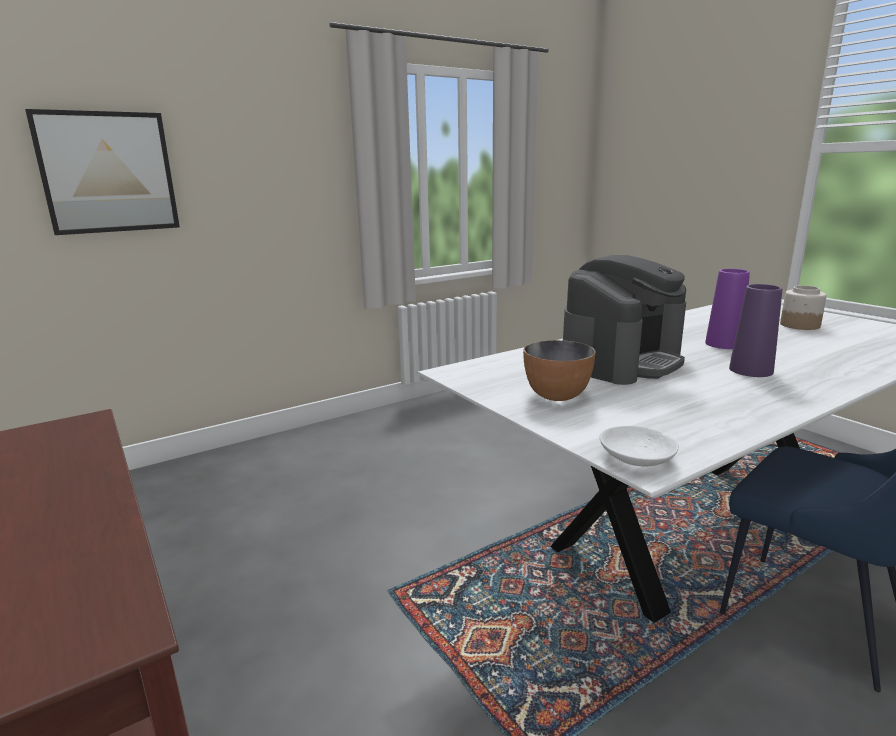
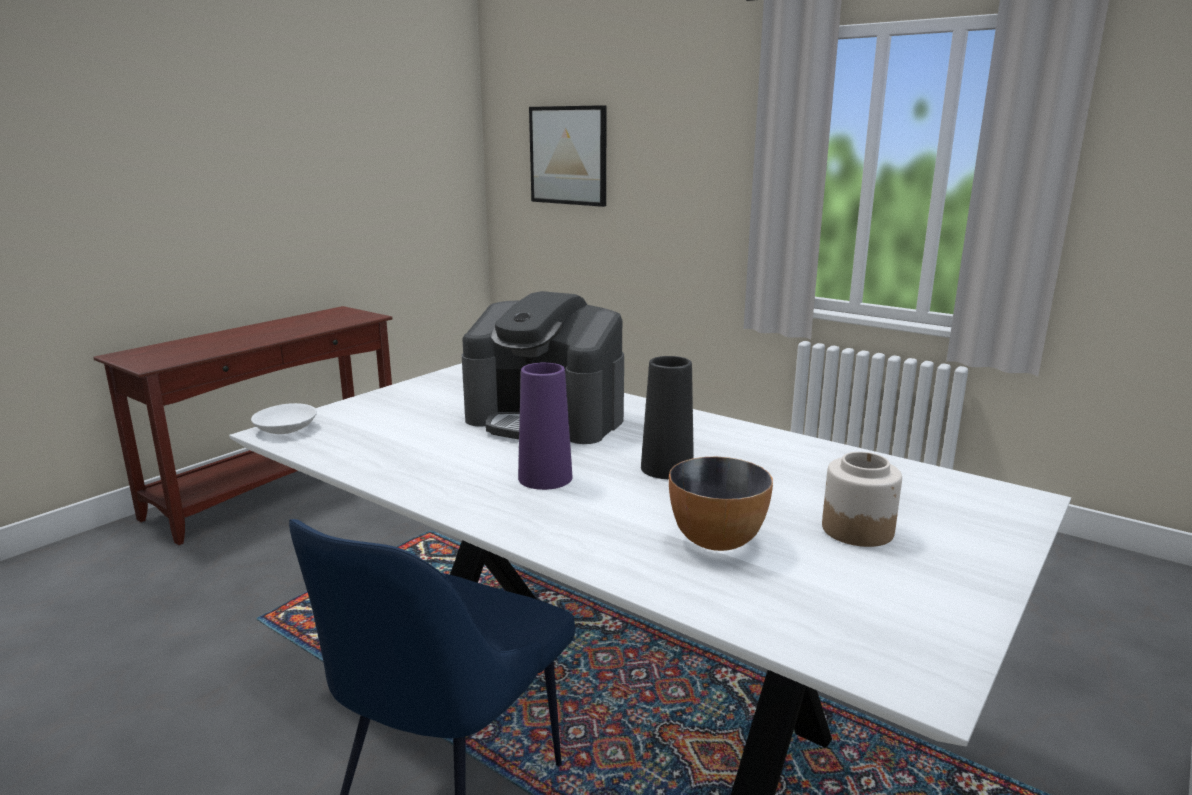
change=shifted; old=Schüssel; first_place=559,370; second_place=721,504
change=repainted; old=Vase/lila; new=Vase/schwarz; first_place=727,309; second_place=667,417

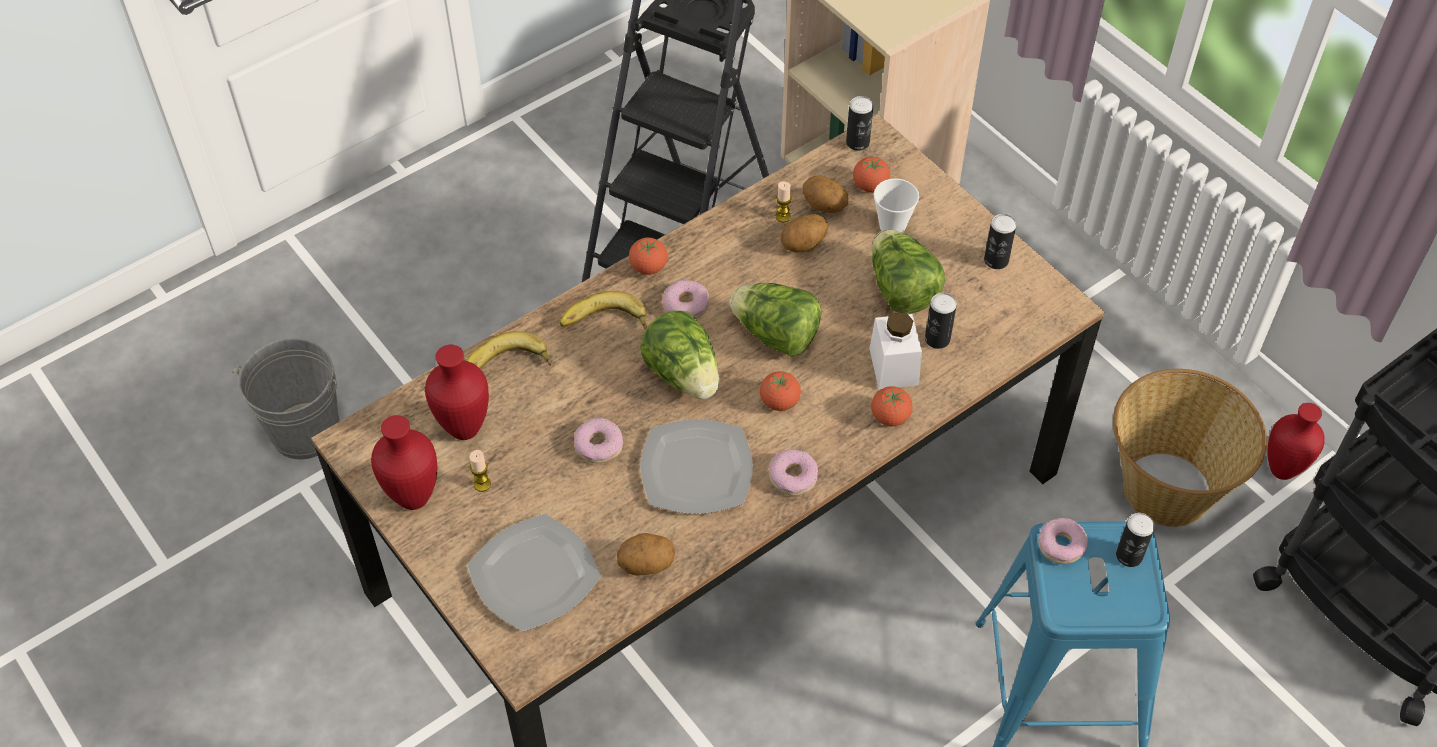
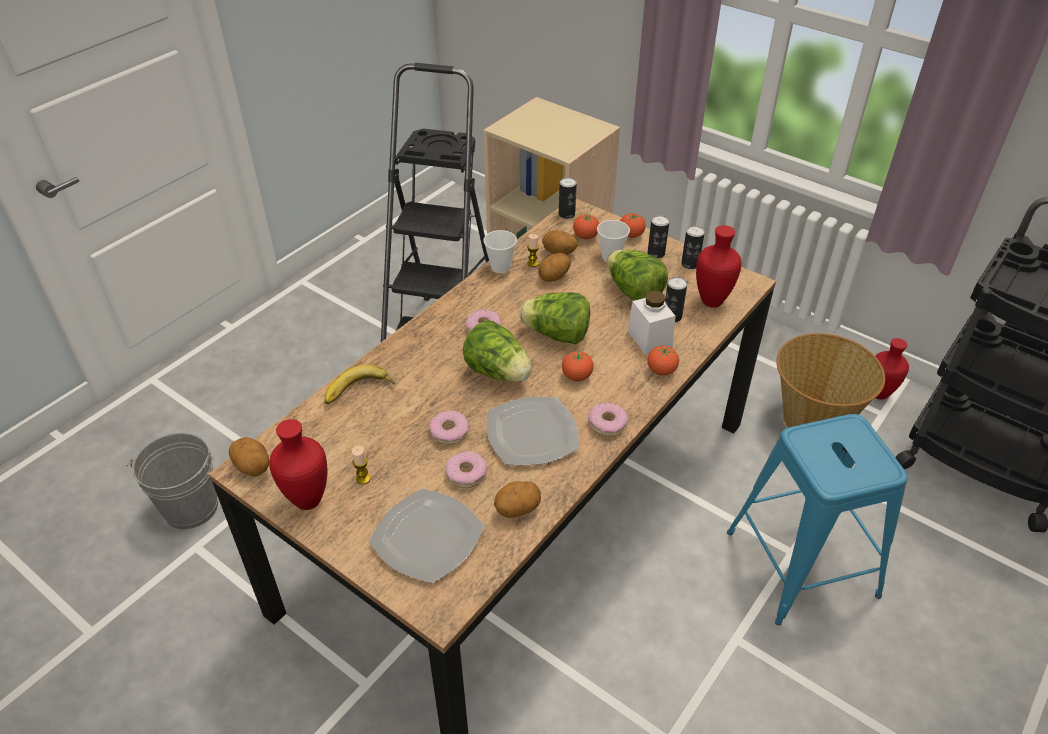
change=shifted; old=Vase/rot; first_place=457,392; second_place=719,266
change=gone; old=Banane; first_place=604,310
change=shifted; old=Tomate; first_place=648,256; second_place=633,225
change=shifted; old=Donut; first_place=1063,541; second_place=466,469
change=shifted; old=Dose; first_place=1135,540; second_place=658,236
change=new; new=Kartoffel; second_place=249,456
change=new; new=Tasse; second_place=500,251

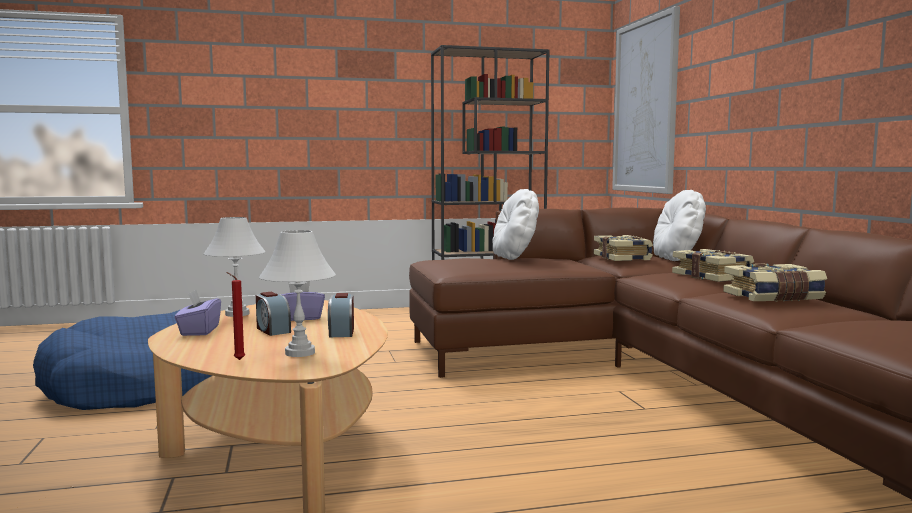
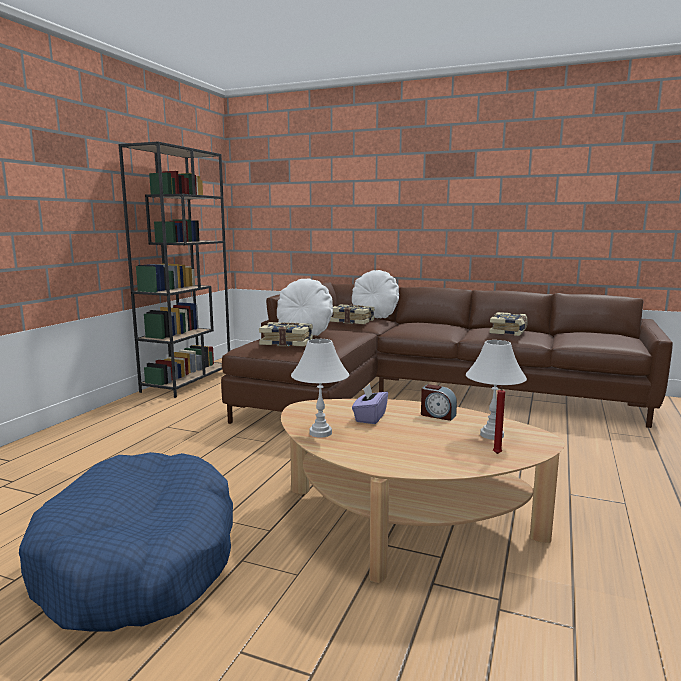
change=gone; old=Taschentuchbox/lila; first_place=197,313
change=gone; old=Wecker; first_place=273,314
change=gone; old=Bild; first_place=646,100
change=shifted; old=Buch; first_place=713,265; second_place=286,334

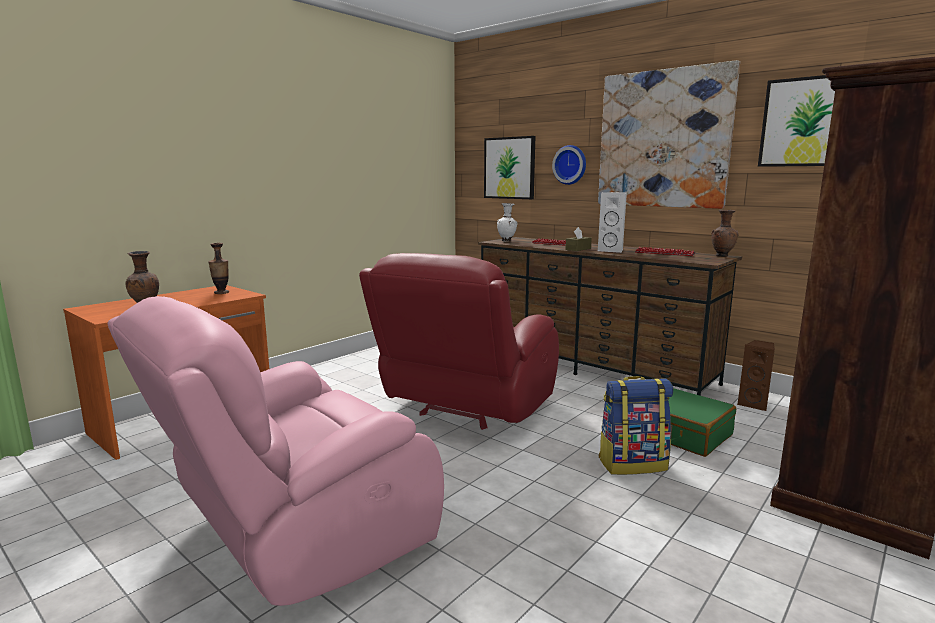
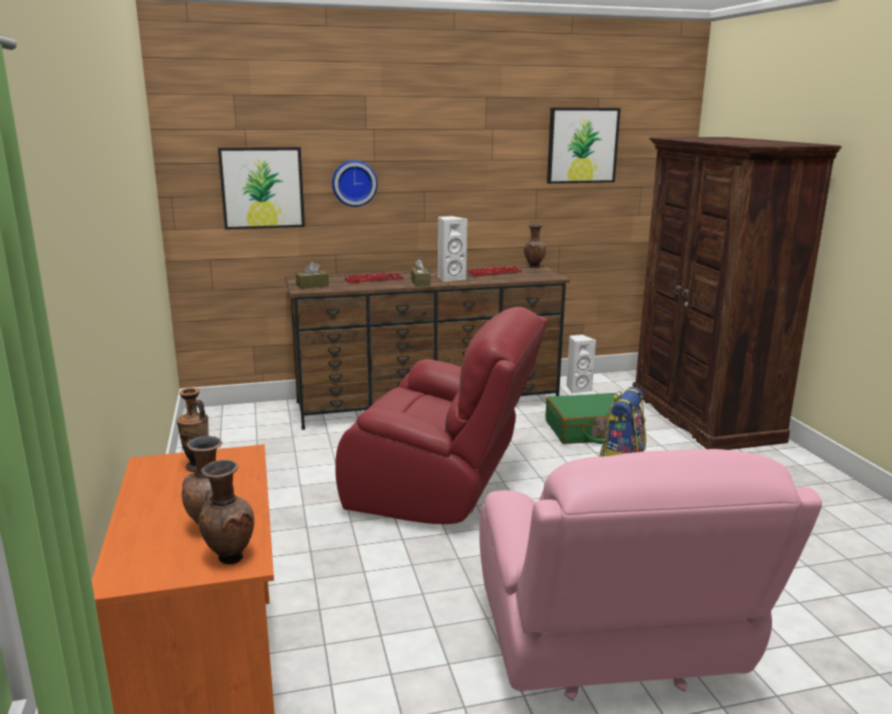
change=rotated; old=Sessel/rot; first_place=459,341; second_place=441,415; degrees=-45
change=swapped; old=Vase/weiß; new=Taschentuchbox/braun; first_place=507,222; second_place=312,275
change=gone; old=Bild; first_place=669,134
change=repainted; old=Lautsprecher/braun; new=Lautsprecher/weiß; first_place=756,375; second_place=581,364
change=new; new=Vase/braun; second_place=226,512

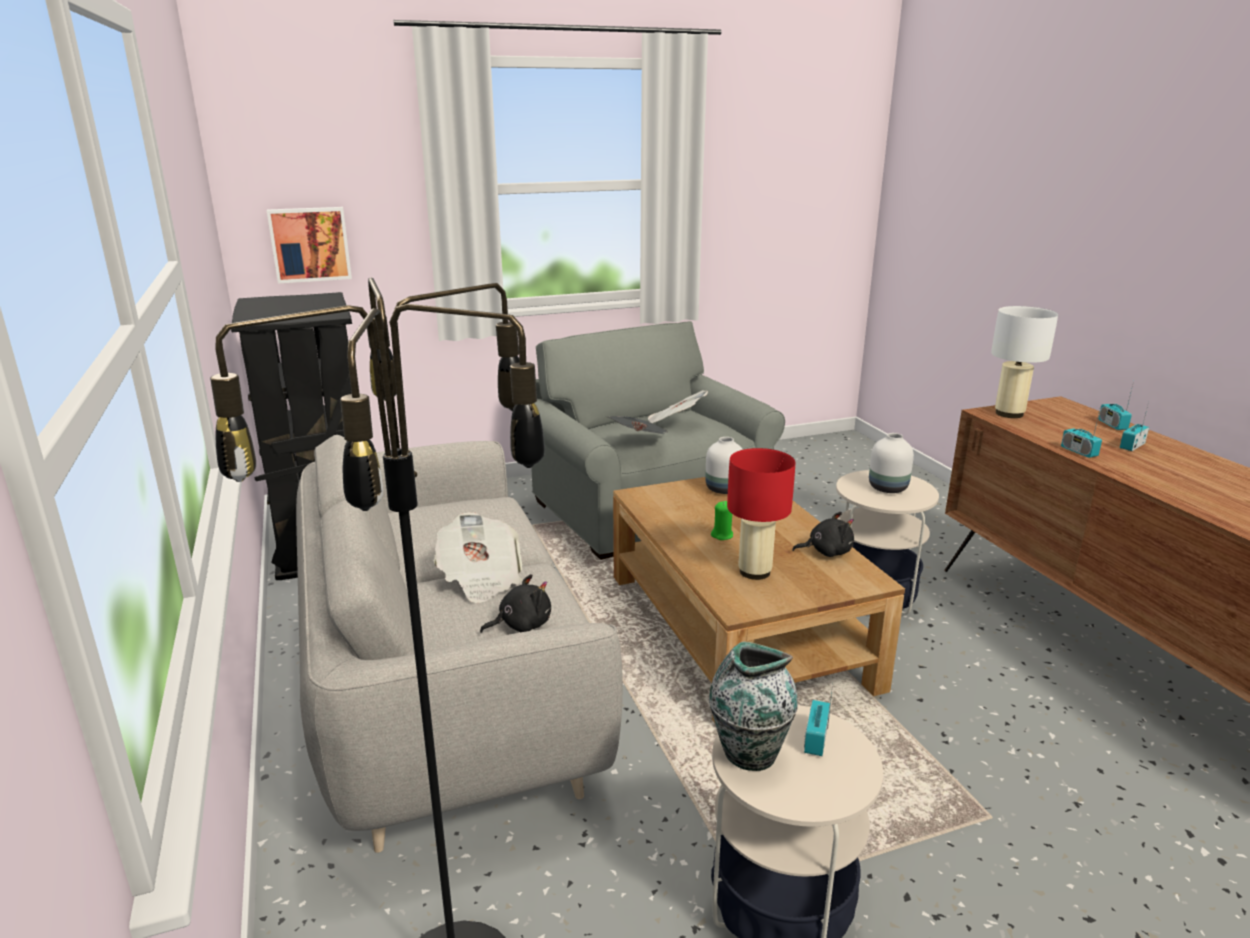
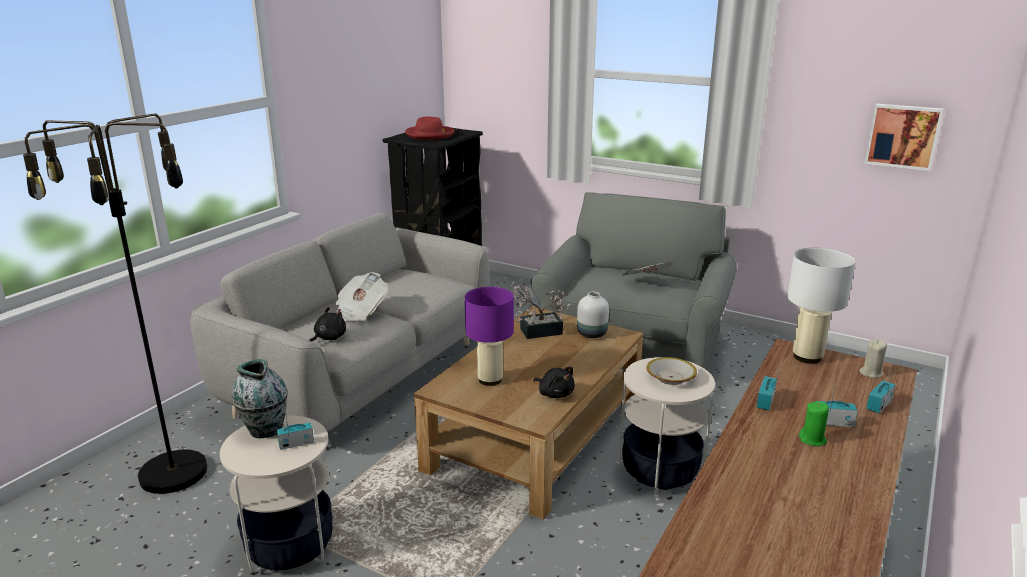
change=shifted; old=Bild; first_place=309,245; second_place=904,137
change=rotated; old=Plüschtier/schwarz; first_place=515,603; second_place=327,324; degrees=-75
change=gone; old=Zeitung; first_place=637,425
change=shifted; old=Kerze/grün; first_place=722,520; second_place=814,423
change=repainted; old=Tischlampe/rot; new=Tischlampe/lila; first_place=761,514; second_place=489,336
change=swapped; old=Vase/weiß; new=Schüssel; first_place=891,463; second_place=671,371
change=new; new=Hut/rot; second_place=430,128
change=new; new=Topfpflanze; second_place=540,310
change=new; new=Kerze/beige; second_place=873,358

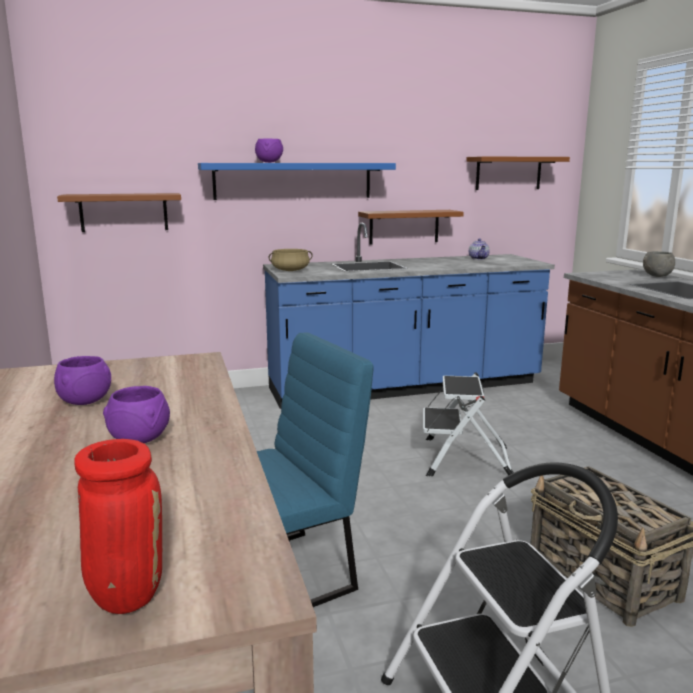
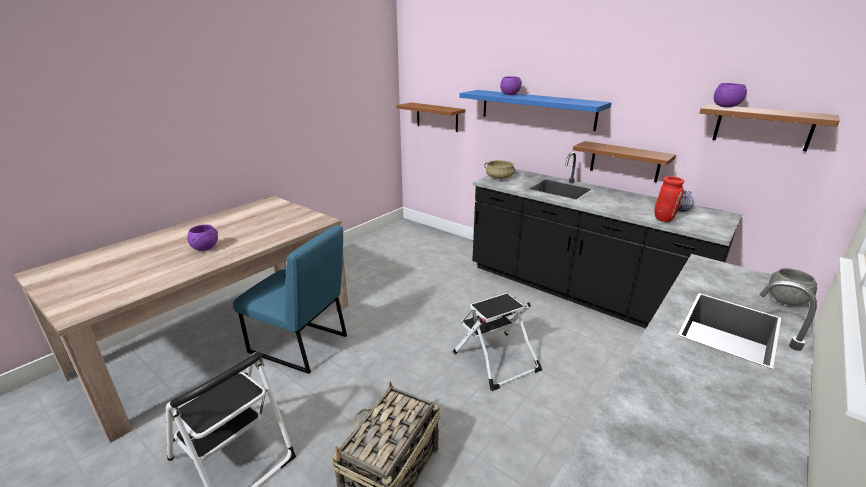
change=shifted; old=Schüssel/lila; first_place=82,380; second_place=730,95
change=shifted; old=Vase/rot; first_place=118,526; second_place=669,199
change=repainted; old=Küchenzeile/blau; new=Küchenzeile/schwarz; first_place=409,315; second_place=607,240

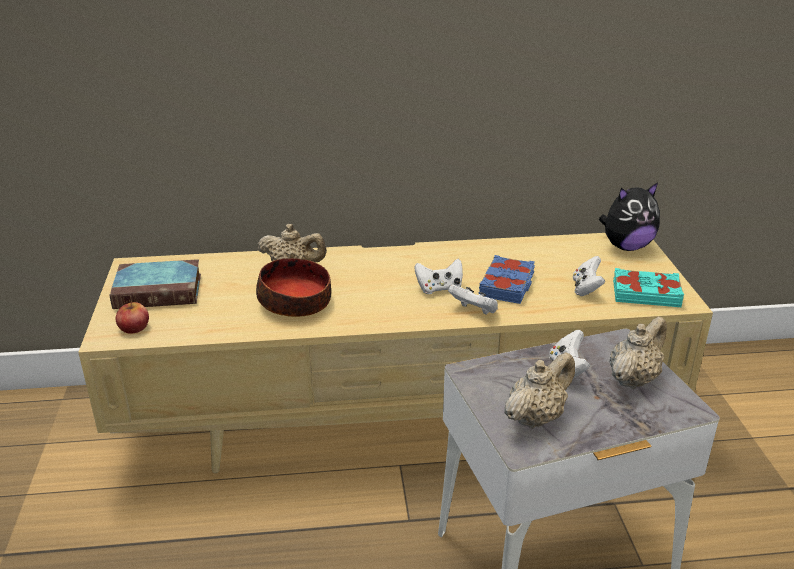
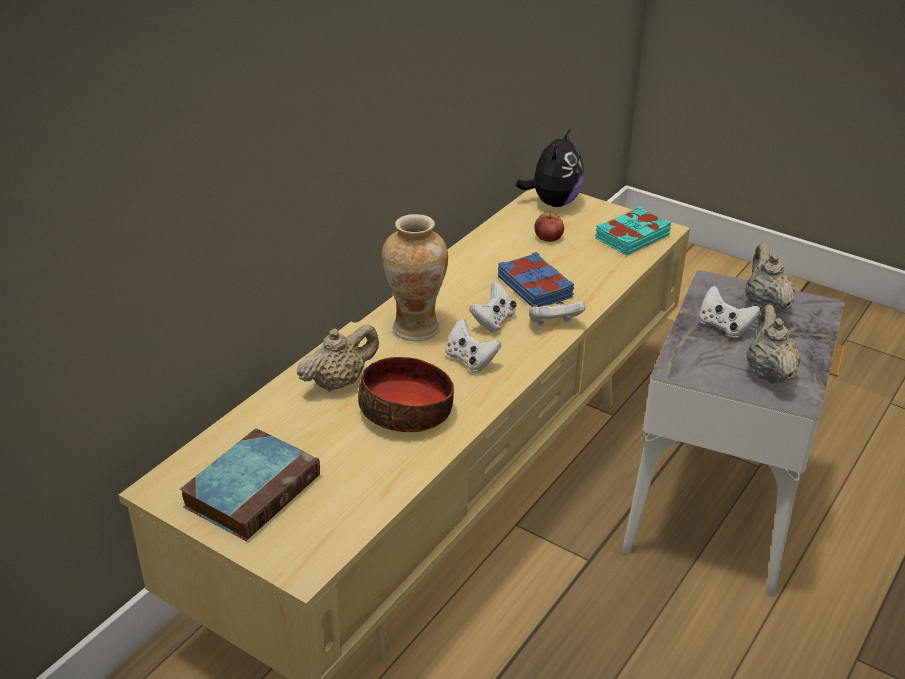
change=shifted; old=Apfel; first_place=132,317; second_place=549,226
change=shifted; old=Gamepad/weiß; first_place=589,276; second_place=473,345
change=new; new=Vase; second_place=414,277

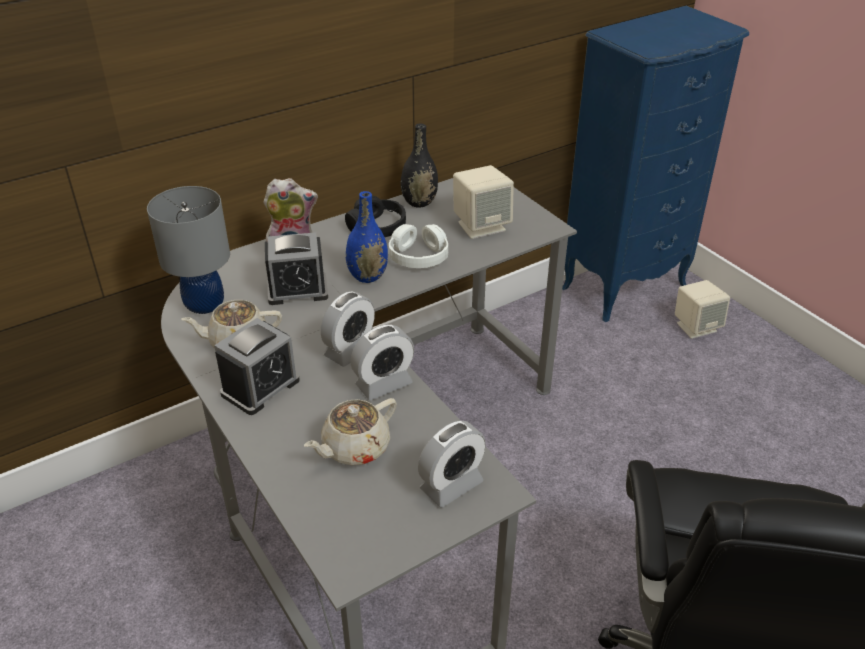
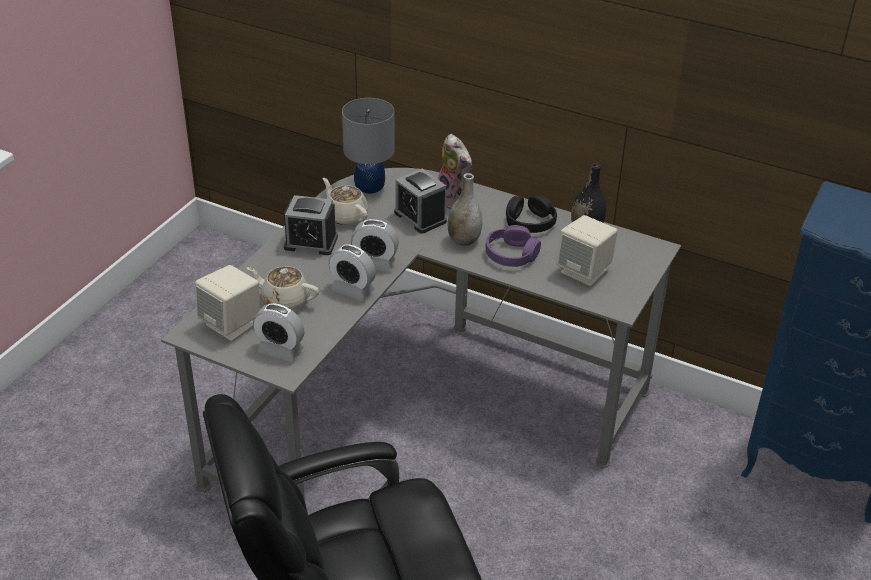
change=repainted; old=Vase/blau; new=Vase/grau; first_place=367,237; second_place=465,209
change=repainted; old=Kopfhörer/weiß; new=Kopfhörer/lila; first_place=418,246; second_place=513,246
change=shifted; old=Lautsprecher/beige; first_place=702,309; second_place=227,303

